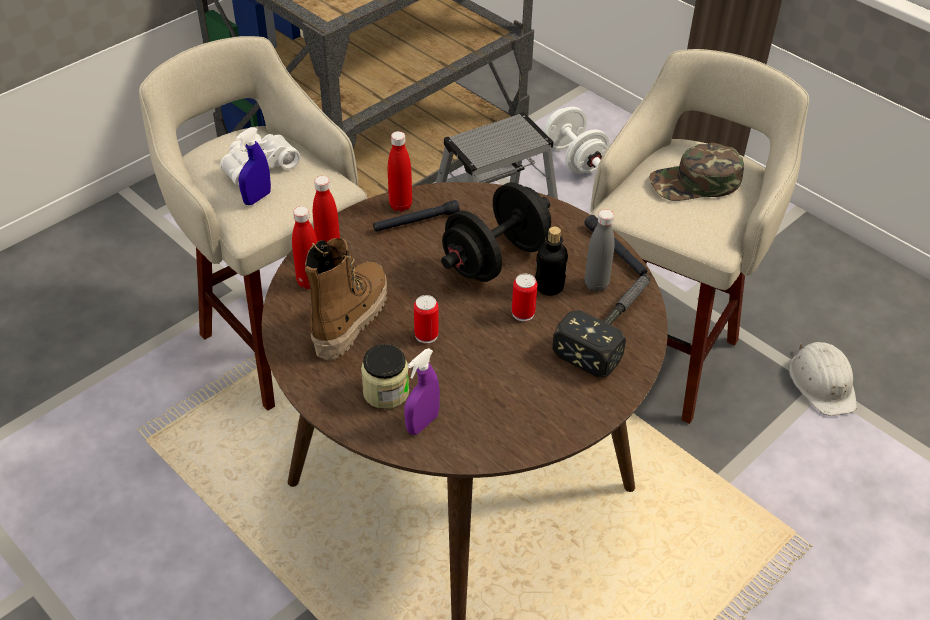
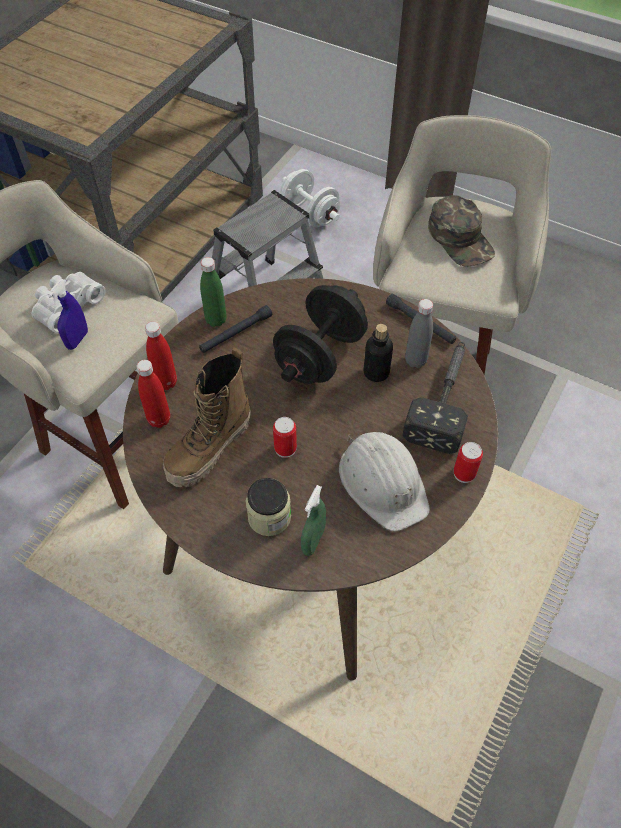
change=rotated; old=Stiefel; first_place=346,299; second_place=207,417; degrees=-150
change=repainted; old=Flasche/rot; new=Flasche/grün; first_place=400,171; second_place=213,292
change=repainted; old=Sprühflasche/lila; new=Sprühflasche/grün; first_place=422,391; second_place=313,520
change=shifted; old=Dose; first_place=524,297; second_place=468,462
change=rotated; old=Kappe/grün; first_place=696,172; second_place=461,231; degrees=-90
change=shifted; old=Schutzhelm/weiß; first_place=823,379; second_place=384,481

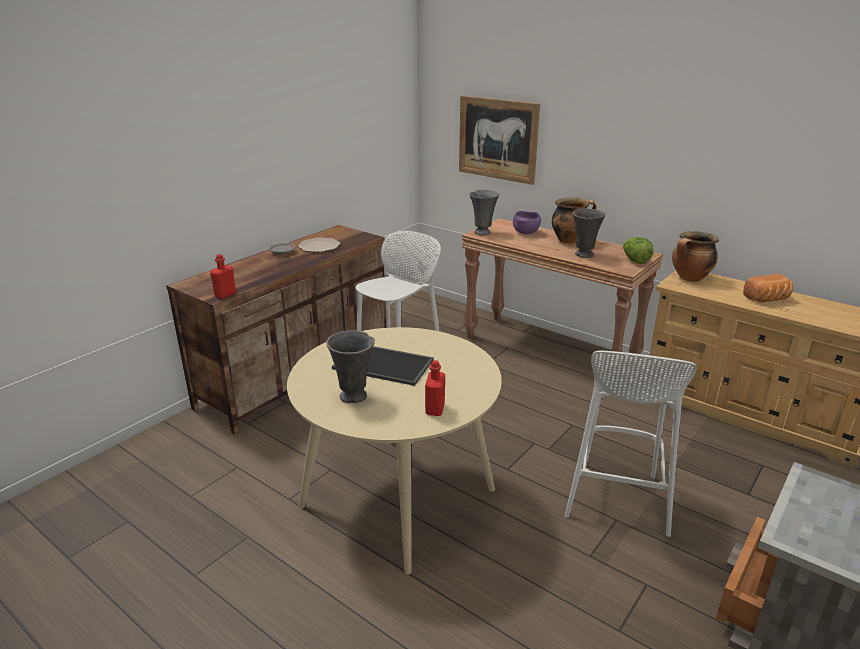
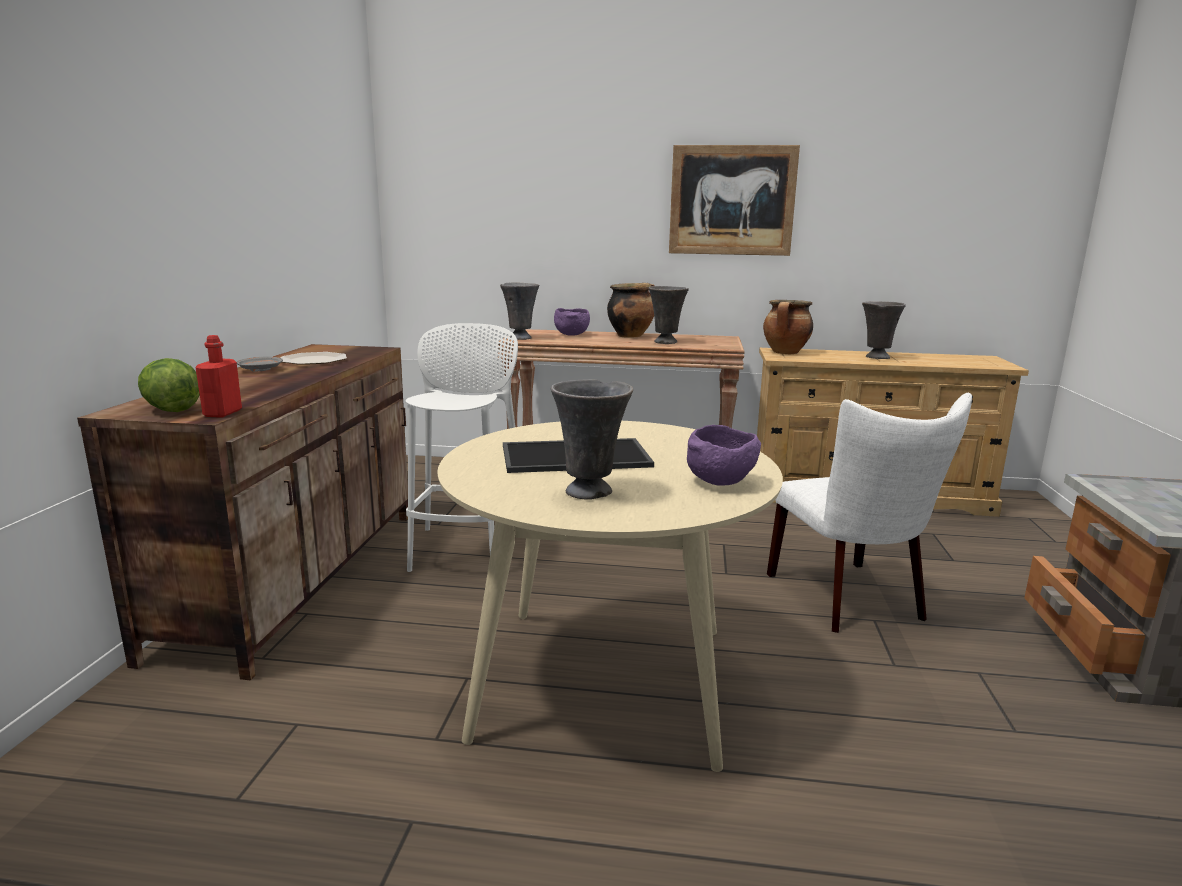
change=swapped; old=Flasche/rot; new=Schüssel/lila; first_place=435,388; second_place=724,455
change=shifted; old=Bild; first_place=499,140; second_place=734,200
change=swapped; old=Hocker/weiß; new=Stuhl/weiß; first_place=631,444; second_place=869,513
change=shifted; old=Salatkopf; first_place=638,250; second_place=169,385
change=swapped; old=Brot; new=Vase/grau; first_place=768,288; second_place=884,330

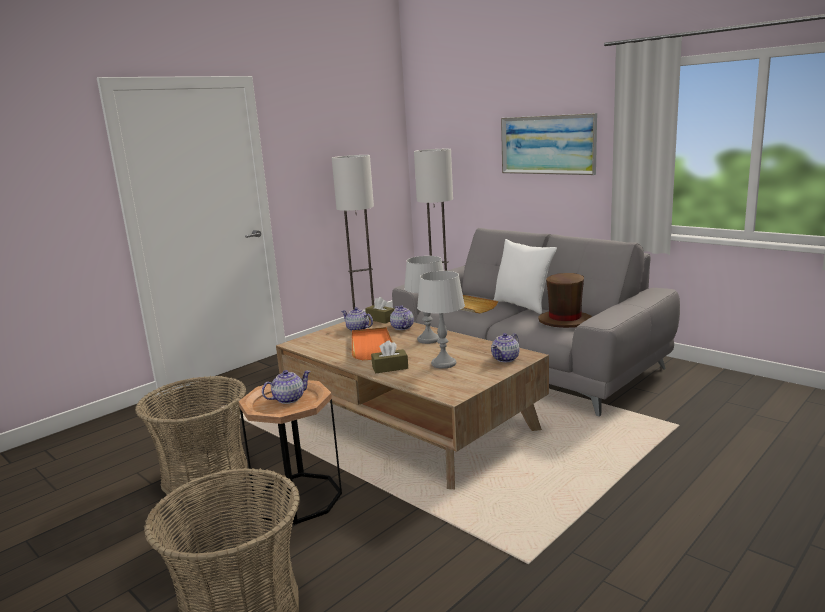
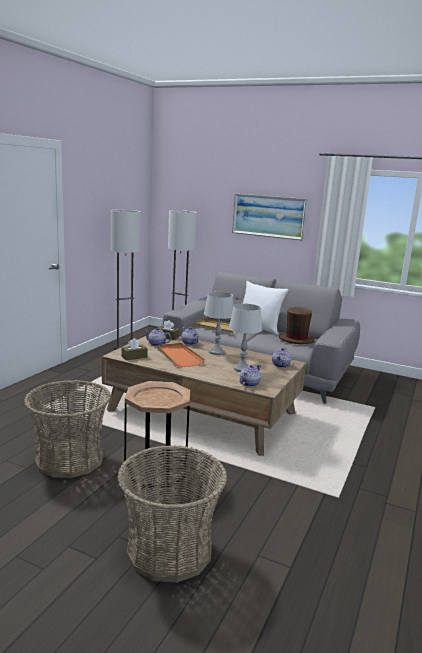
change=shifted; old=Teekanne; first_place=286,387; second_place=250,376
change=shifted; old=Taschentuchbox/braun; first_place=389,356; second_place=134,349

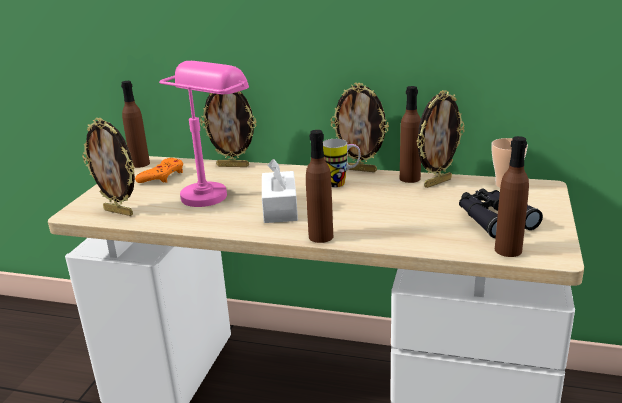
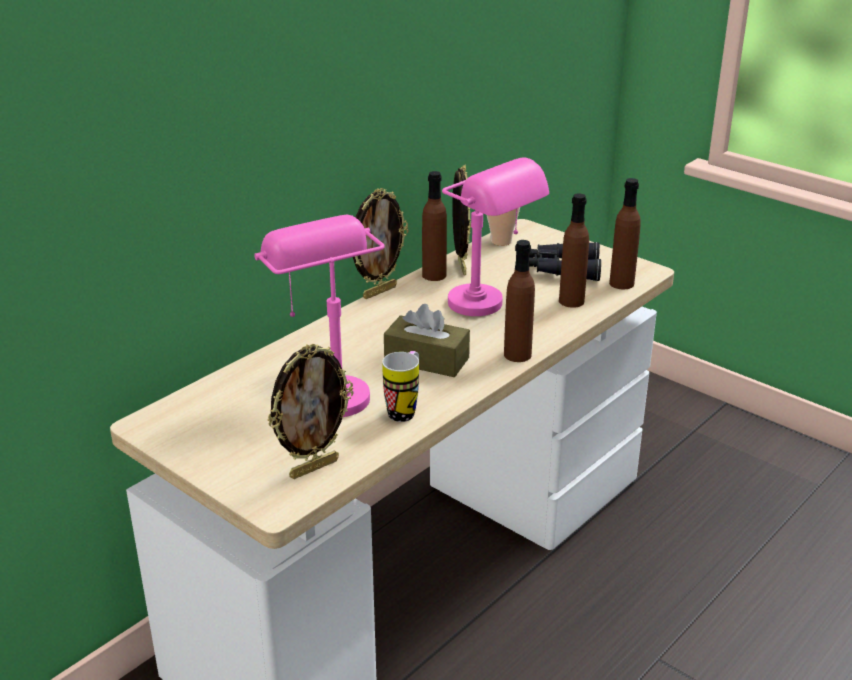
change=shifted; old=Flasche/braun; first_place=135,124; second_place=574,250
change=gone; old=Gamepad/orange; first_place=159,170
change=gone; old=Bilderrahmen; first_place=228,129
change=repainted; old=Taschentuchbox/weiß; new=Taschentuchbox/braun; first_place=280,191; second_place=427,340
change=shifted; old=Henkelbecher; first_place=342,163; second_place=400,386
change=new; new=Tischlampe/rosa; second_place=495,236

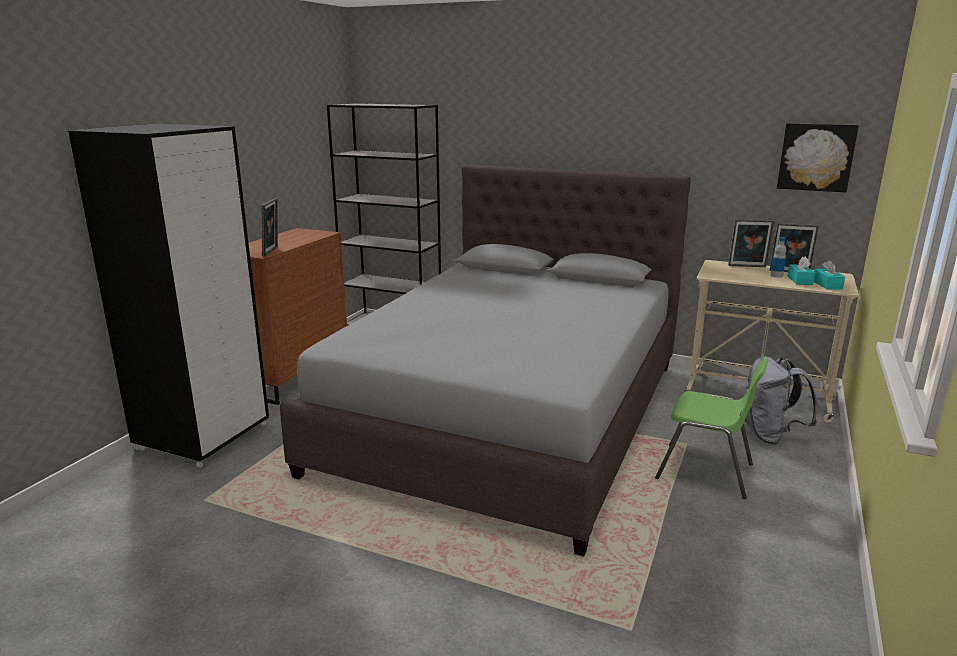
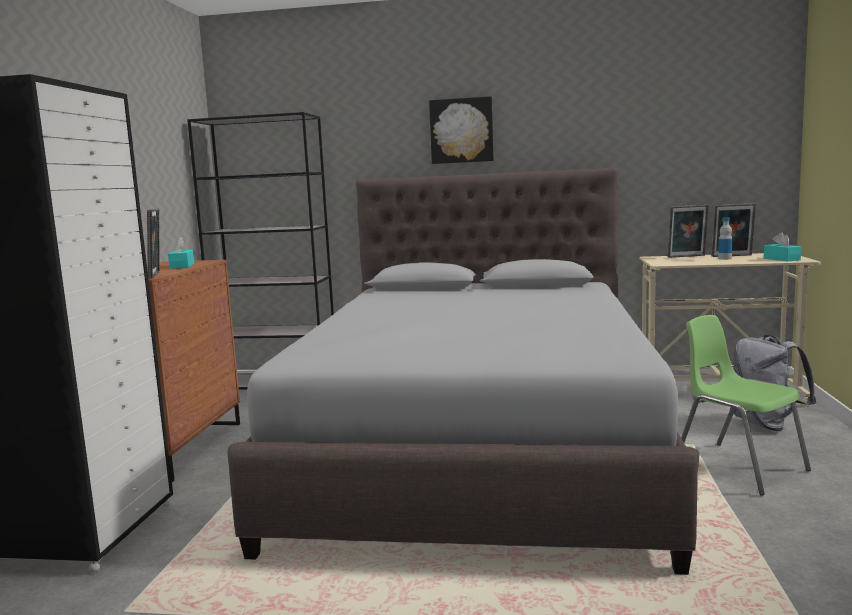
change=rotated; old=Stuhl/grün; first_place=711,427; second_place=746,405; degrees=-135
change=shifted; old=Bild; first_place=818,157; second_place=461,130
change=shifted; old=Taschentuchbox/türkis; first_place=801,270; second_place=181,253

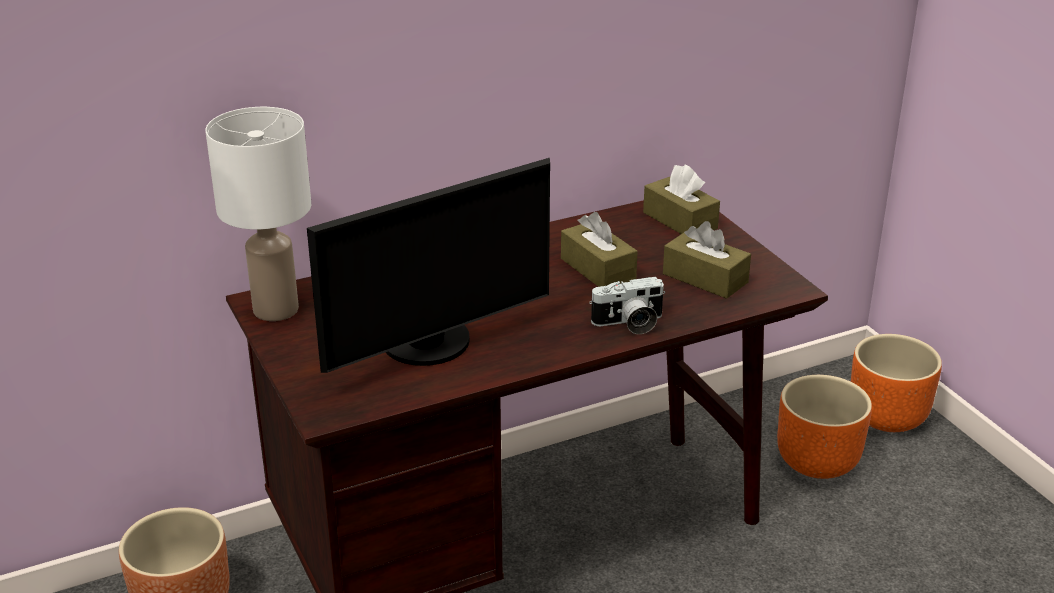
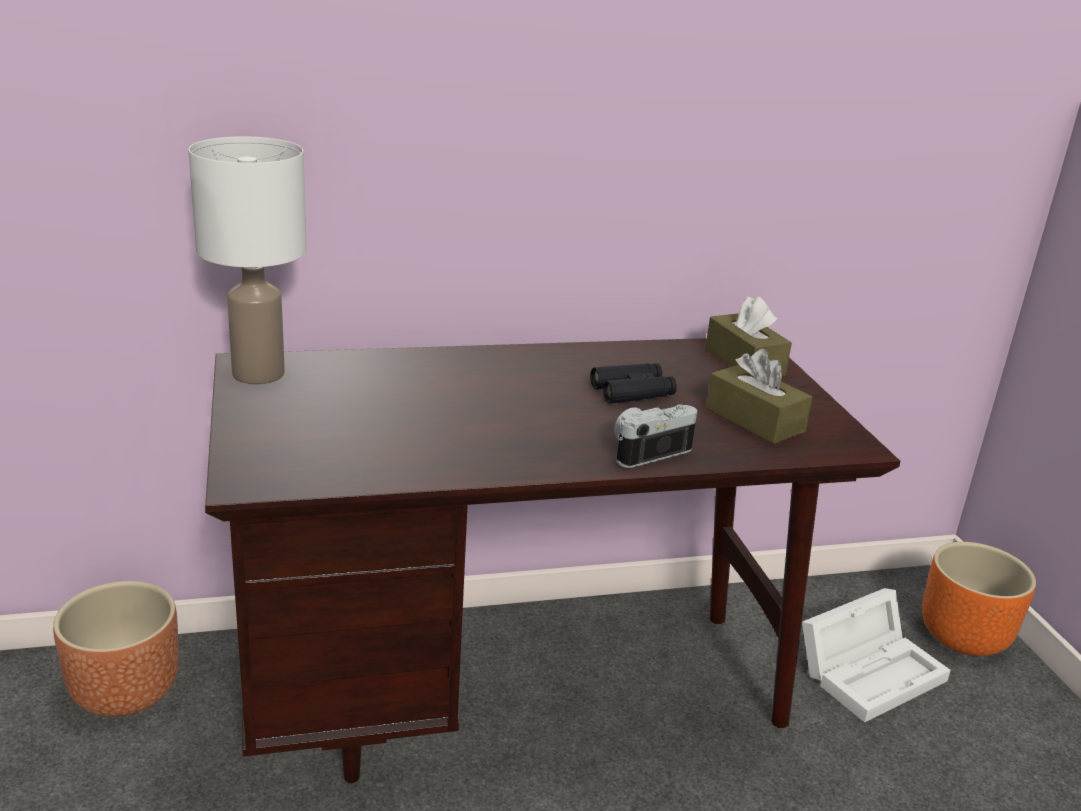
change=gone; old=Monitor; first_place=428,265
change=swapped; old=Taschentuchbox/braun; new=Fernglas/schwarz; first_place=599,249; second_place=633,383
change=rotated; old=Kamera; first_place=627,305; second_place=655,436; degrees=150
change=swapped; old=Pflanzkübel/orange; new=Aufbewahrungsbox/weiß; first_place=824,427; second_place=876,655

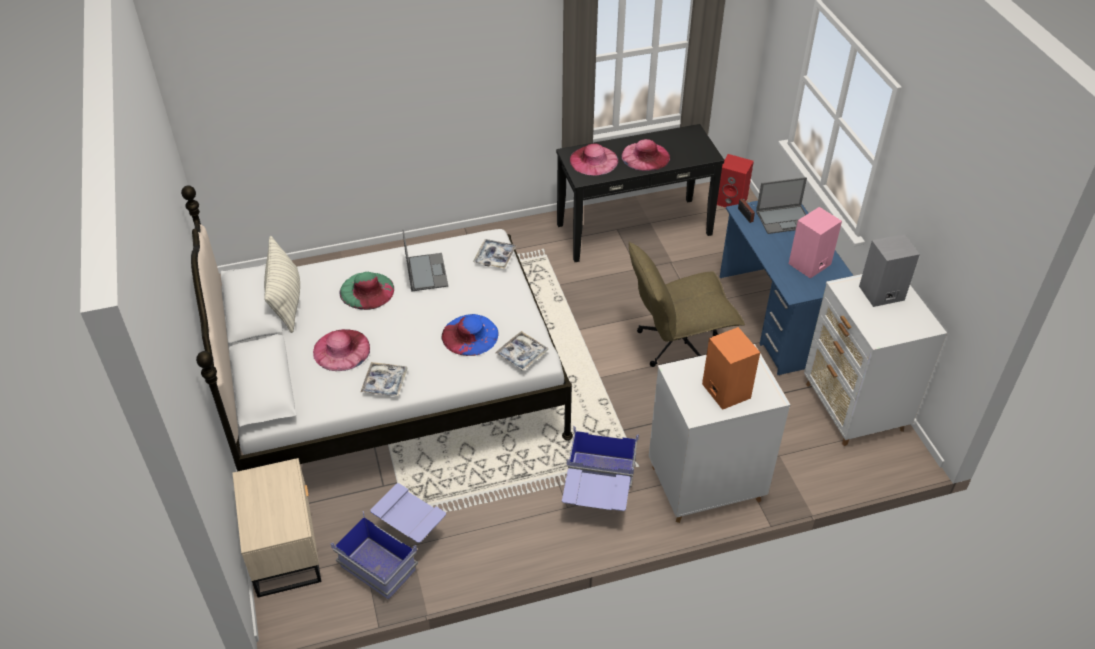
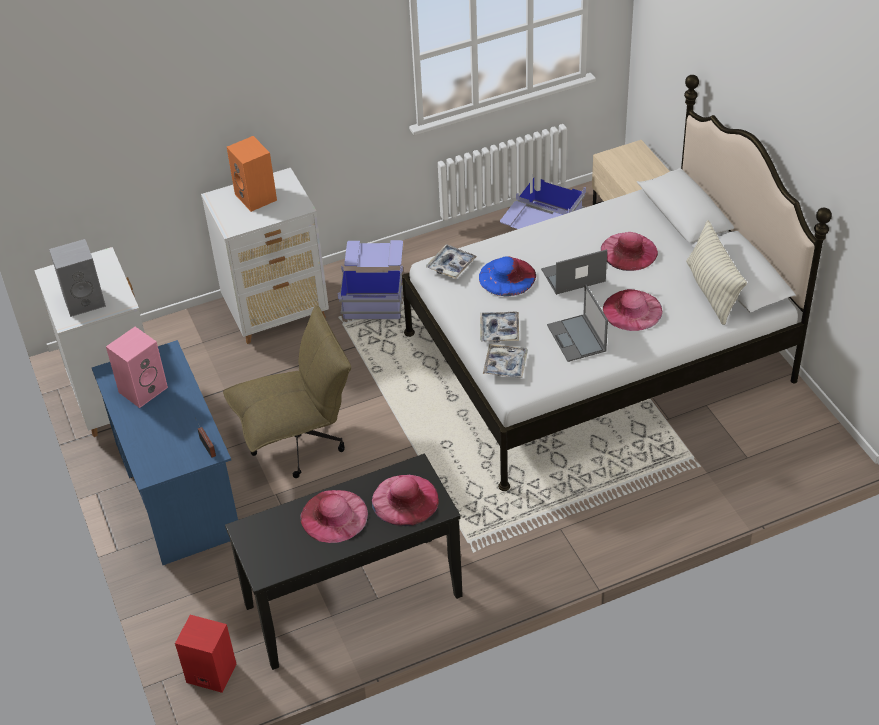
change=repainted; old=Hut/grün; new=Hut/rosa; first_place=366,291; second_place=632,310
change=shifted; old=Tablett; first_place=384,379; second_place=499,327
change=shifted; old=Laptop; first_place=781,205; second_place=574,272

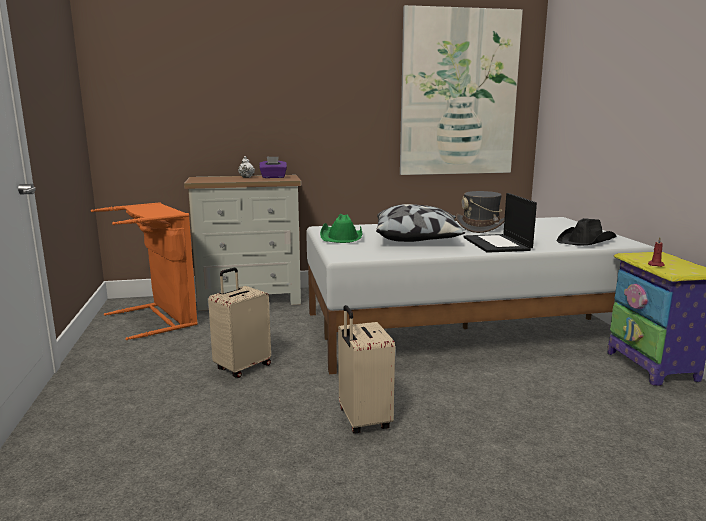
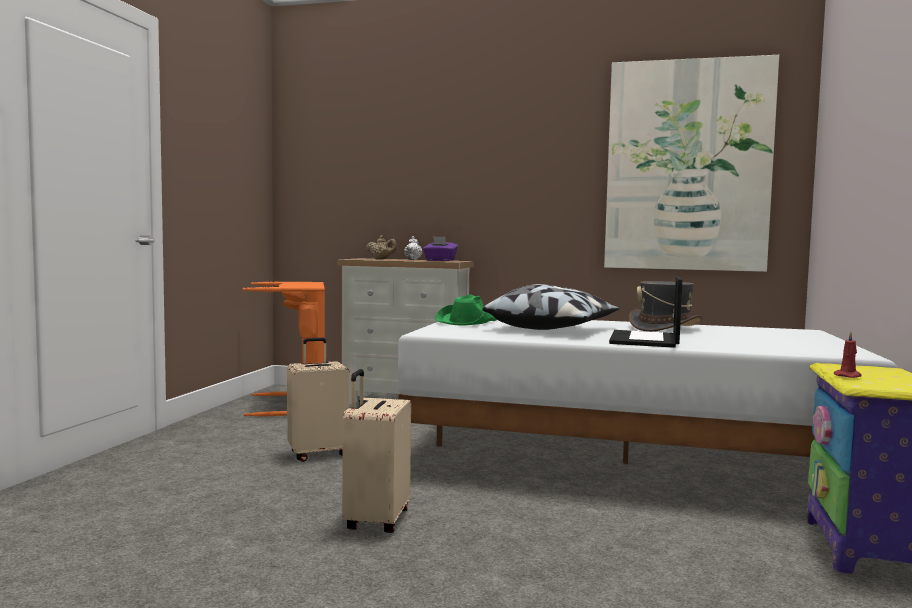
change=gone; old=Hut/schwarz; first_place=586,231
change=new; new=Teekanne/beige; second_place=381,247

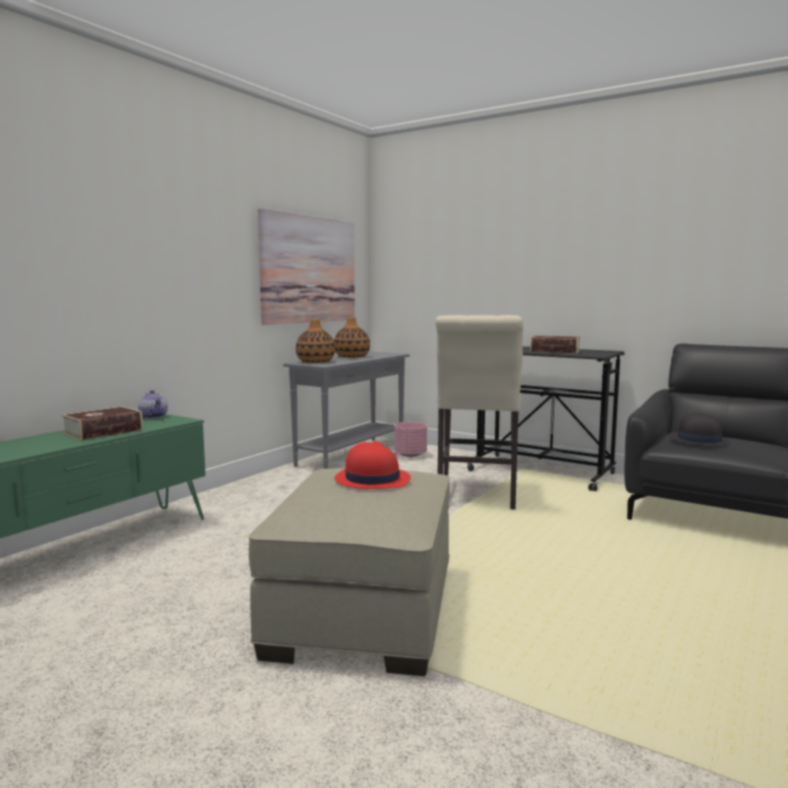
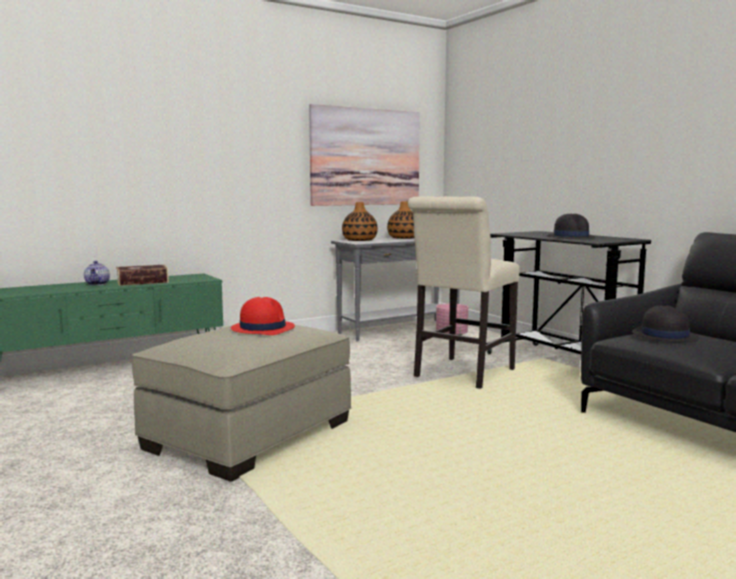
change=shifted; old=Teekanne; first_place=153,404; second_place=97,273
change=swapped; old=Buch; new=Hut/schwarz; first_place=555,344; second_place=571,226

